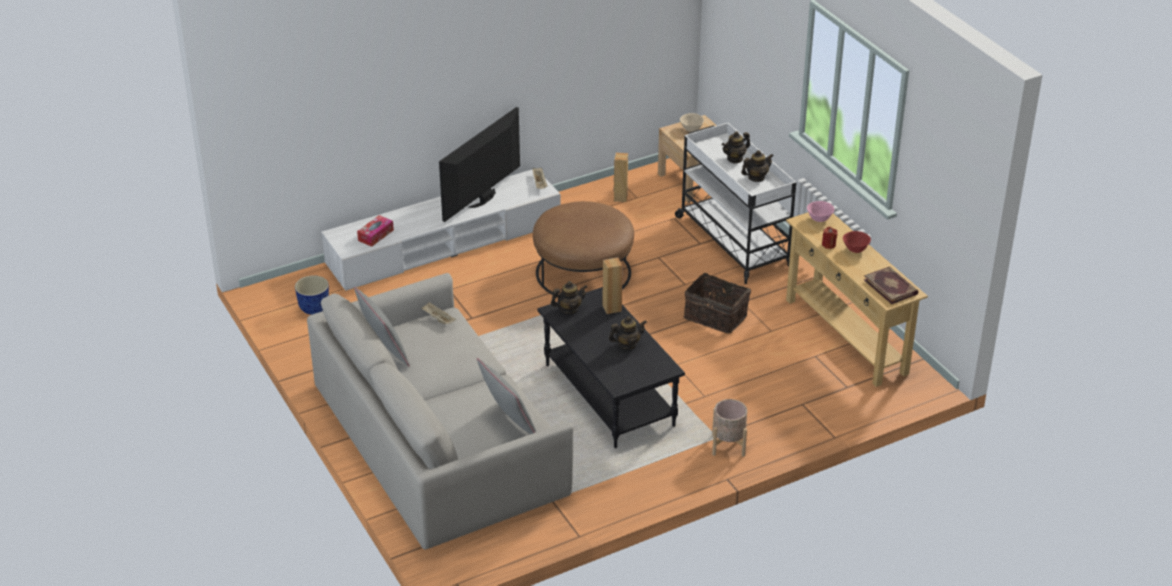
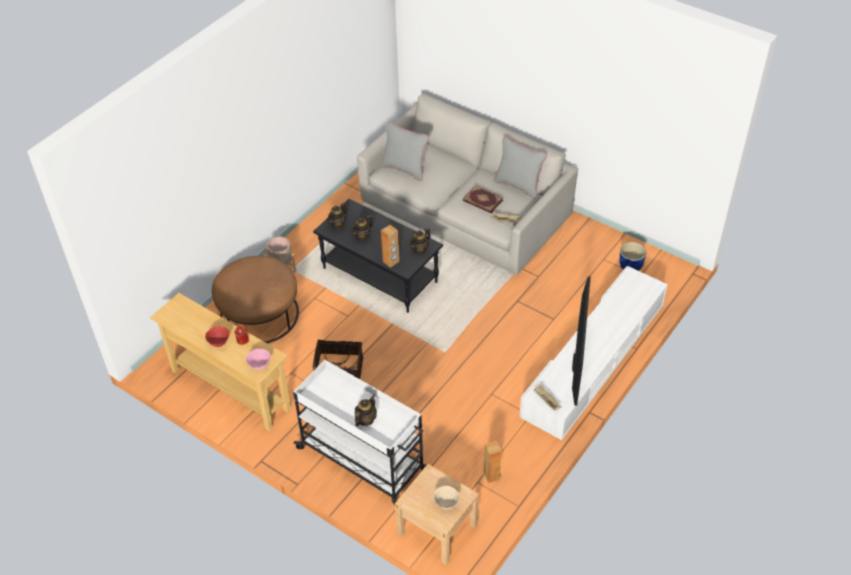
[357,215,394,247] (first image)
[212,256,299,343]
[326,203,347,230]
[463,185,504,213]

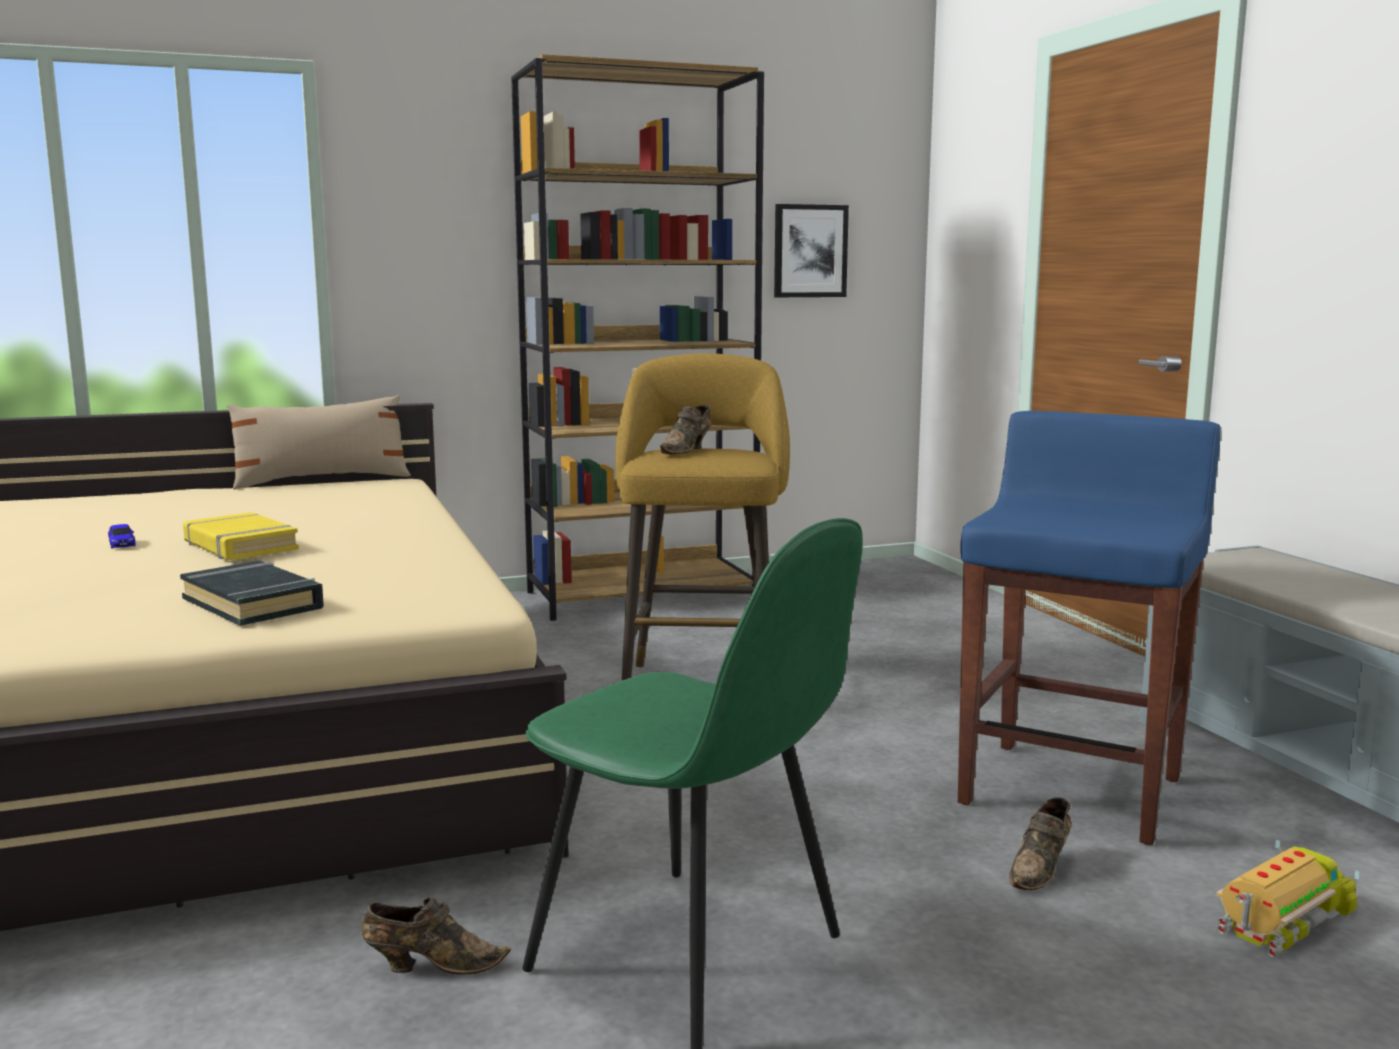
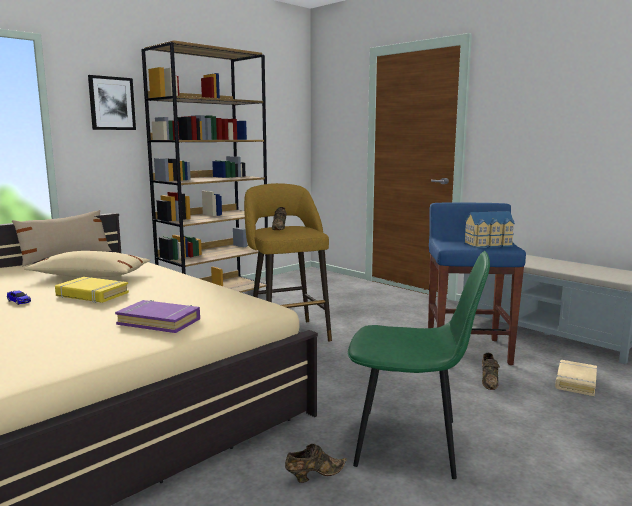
[24,251,150,277]
[464,211,515,248]
[88,75,136,130]
[555,360,597,396]
[115,300,200,333]

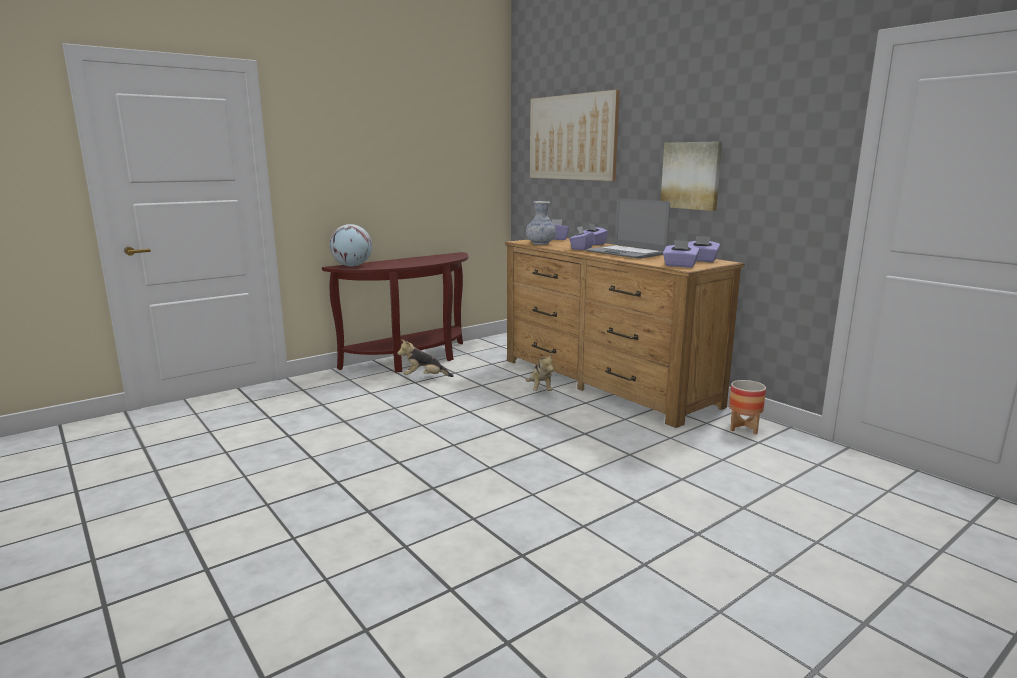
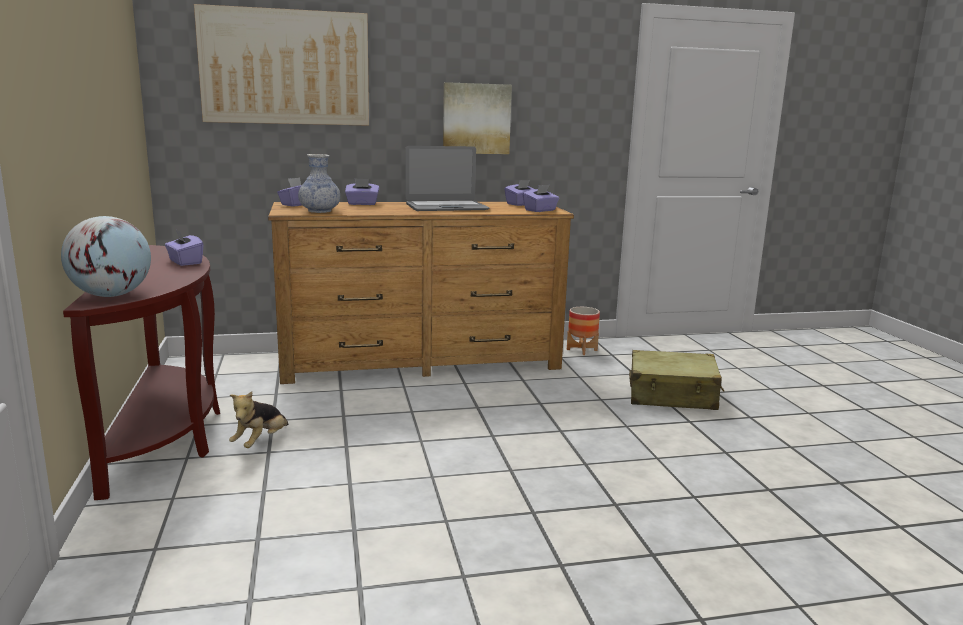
[526,353,554,391] (first image)
[629,350,724,410]
[165,230,203,266]

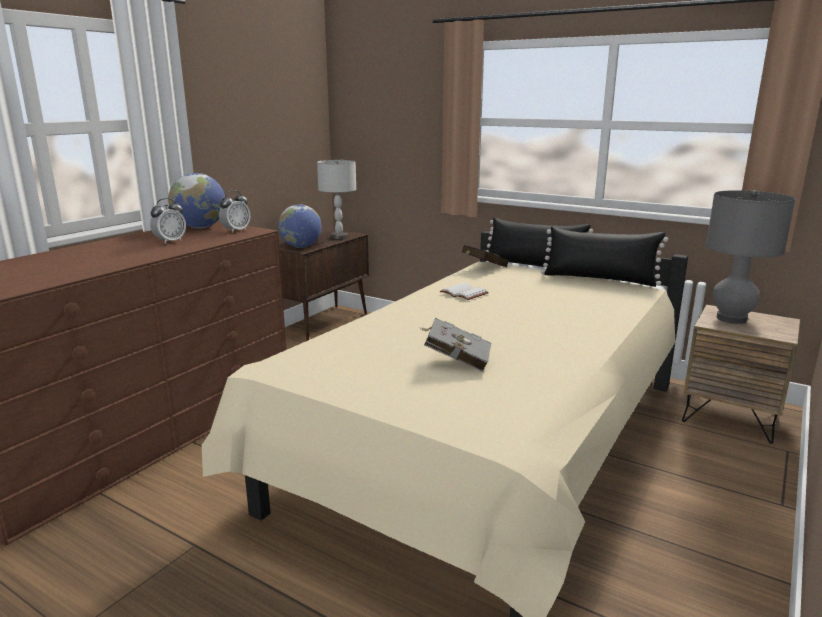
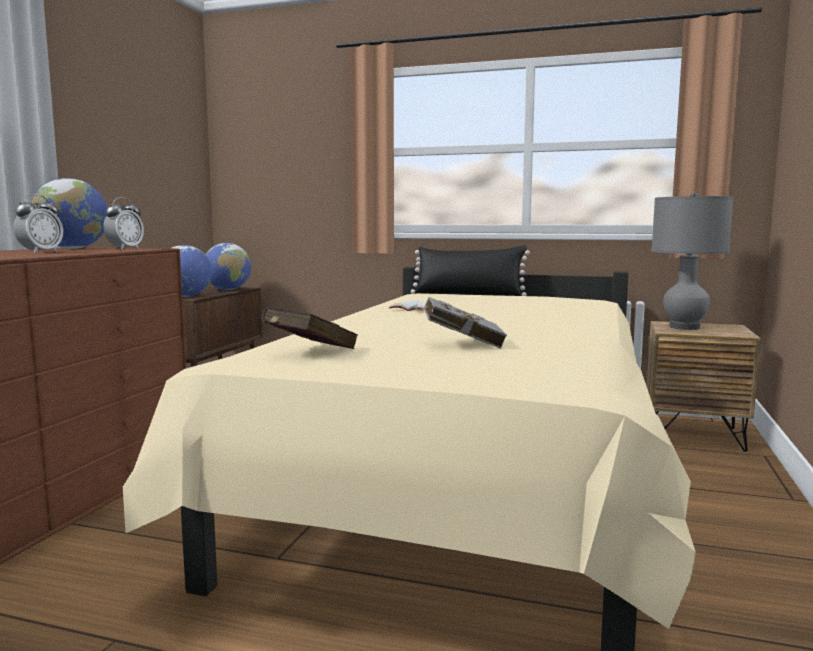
[541,226,668,287] (first image)
[262,307,358,349]
[206,243,251,290]

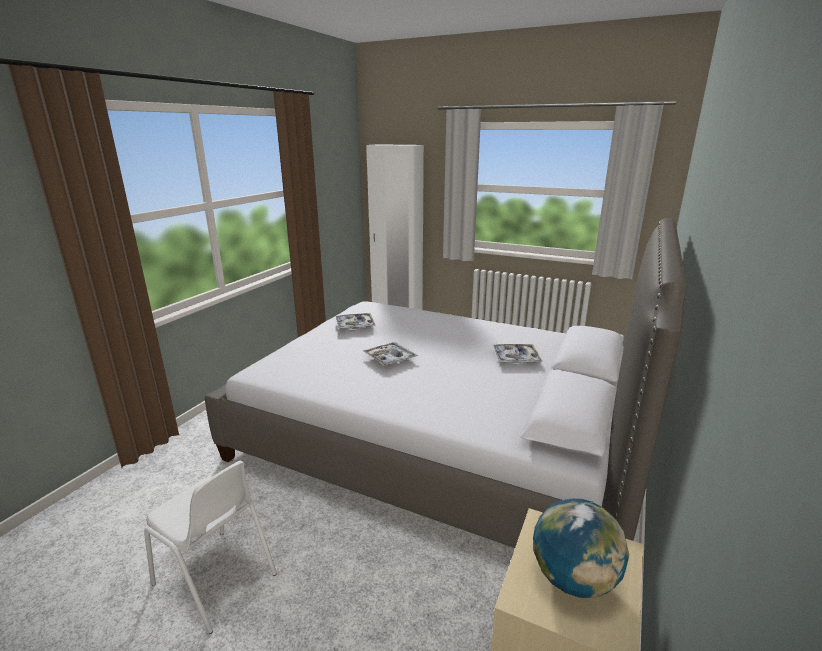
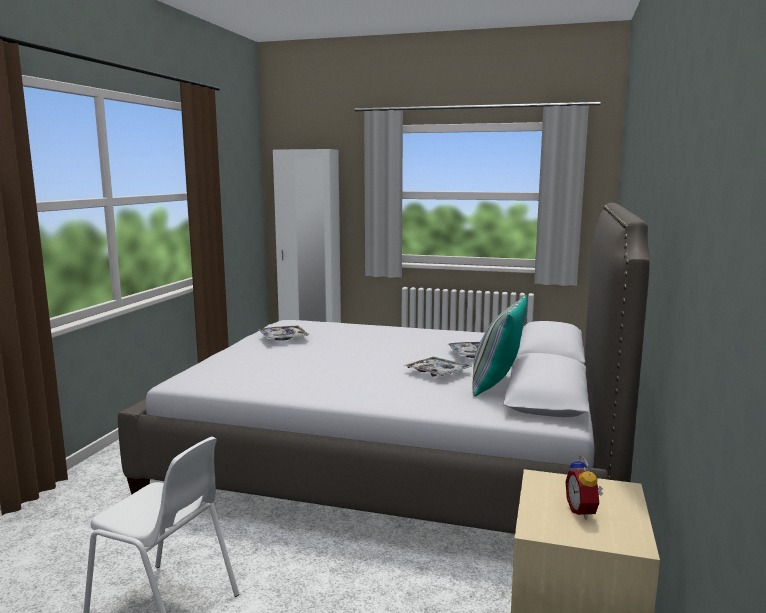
[472,295,527,396]
[404,357,472,377]
[565,456,603,520]

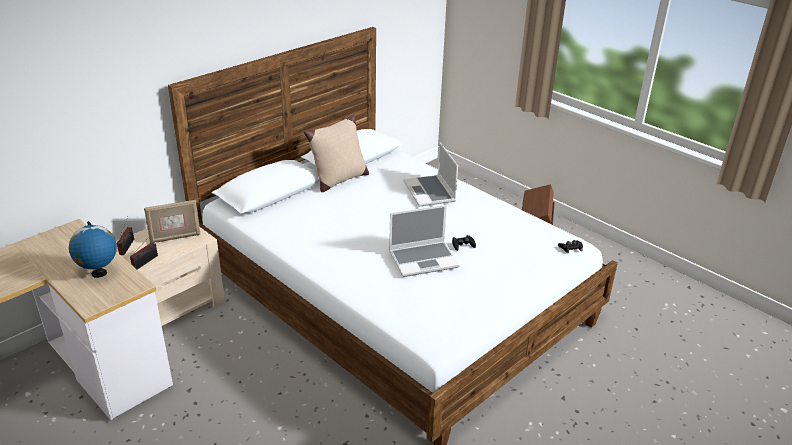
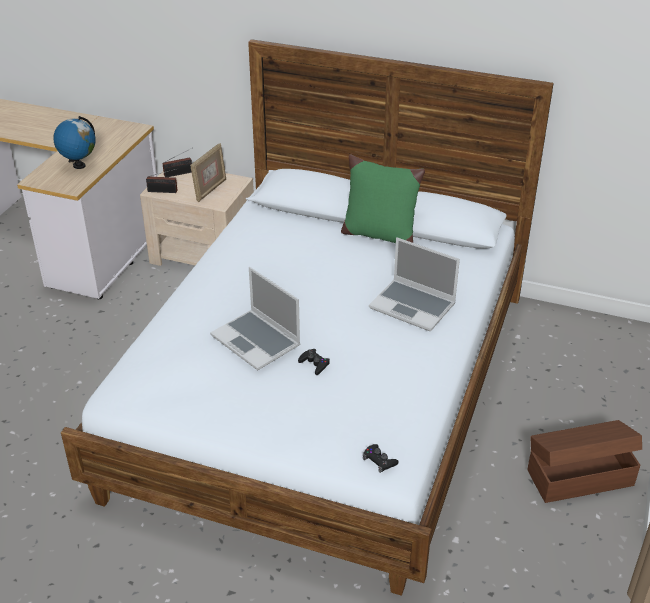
[341,154,425,244]
[190,143,226,202]
[369,237,460,331]

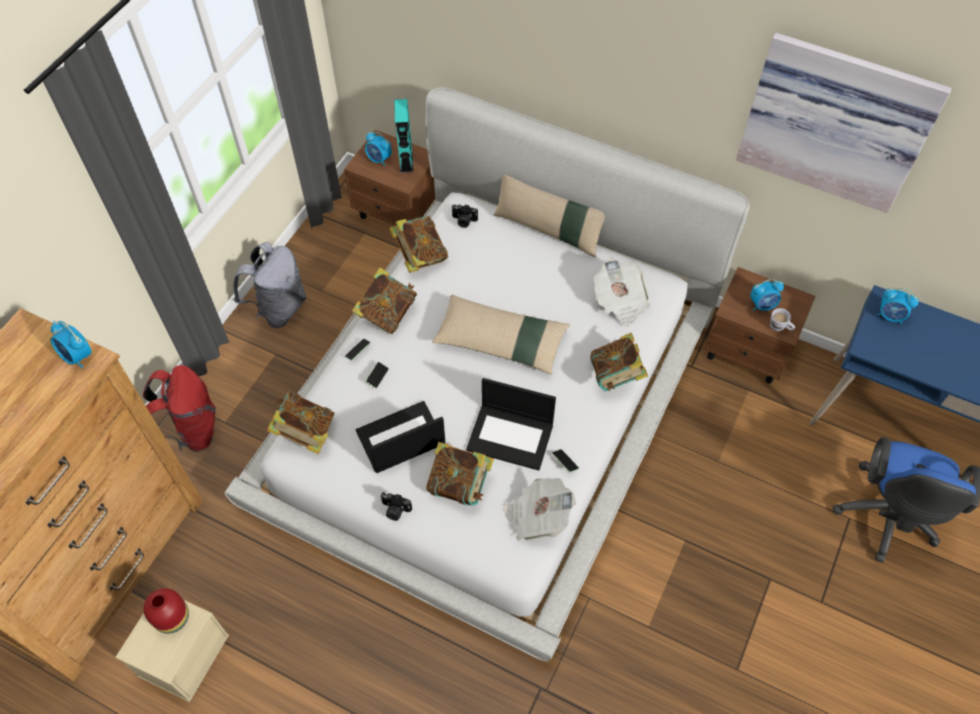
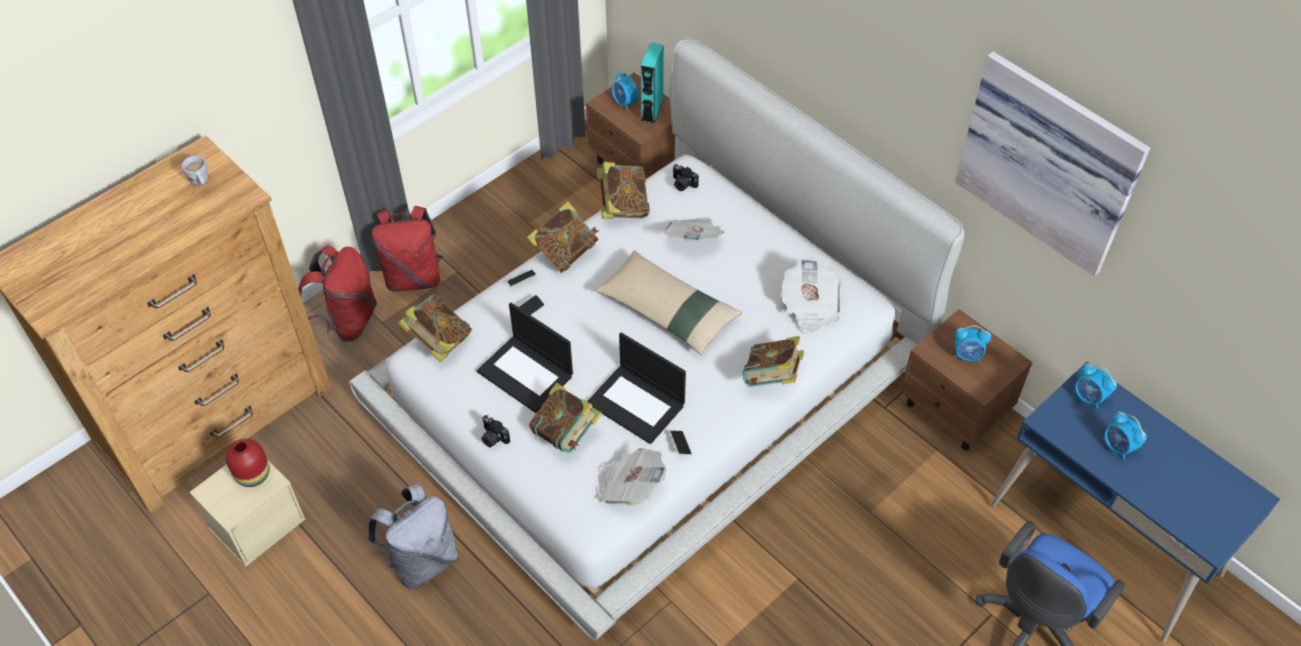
[494,175,605,258] (first image)
[372,206,443,292]
[663,217,725,241]
[1103,411,1147,460]
[368,484,458,589]
[182,156,208,185]
[477,303,573,413]

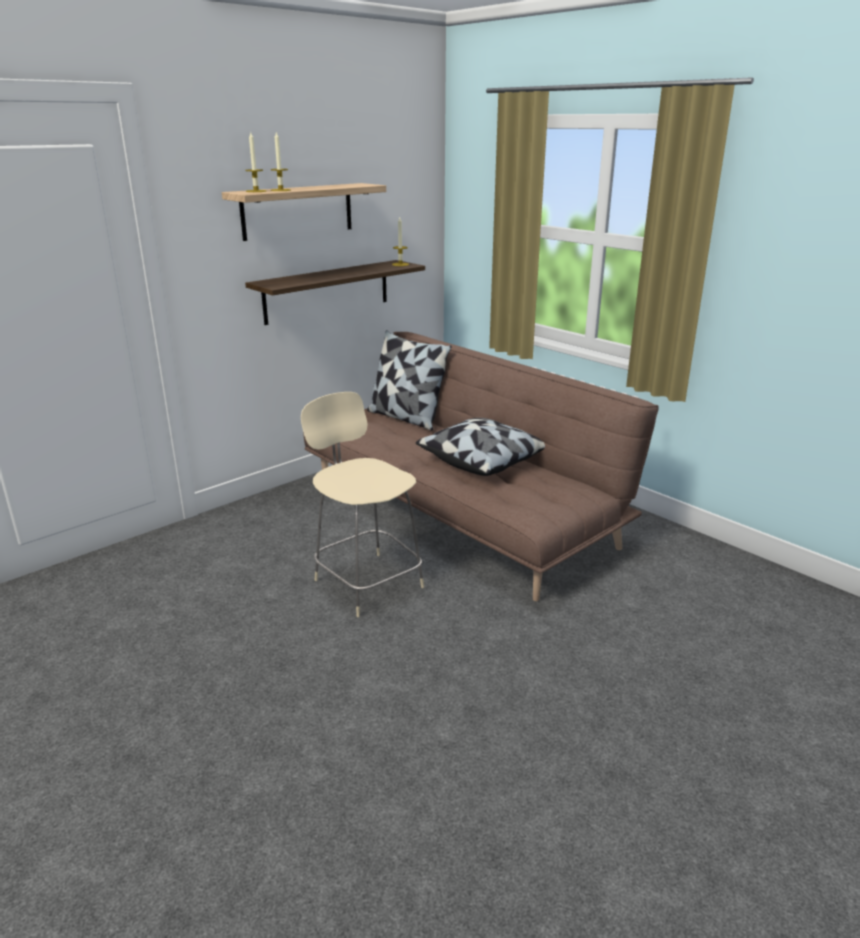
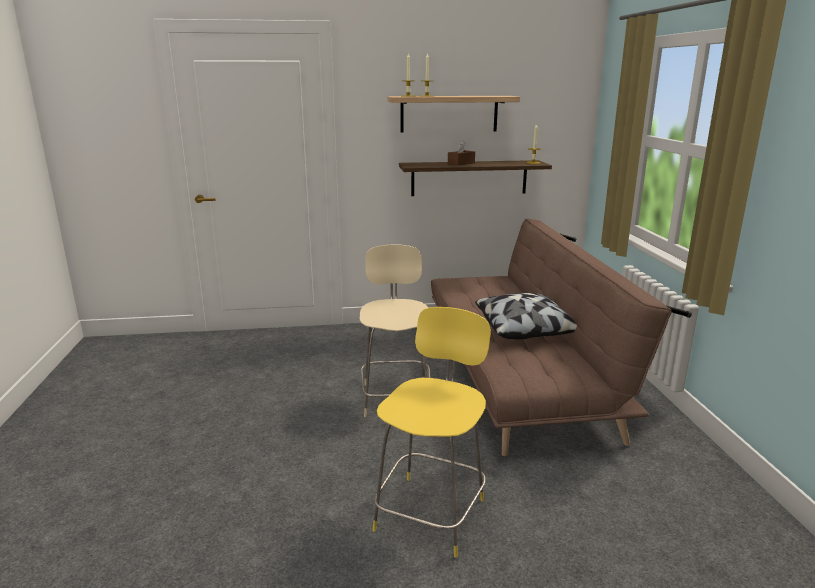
[367,330,452,430] (first image)
[373,307,491,558]
[448,141,475,166]

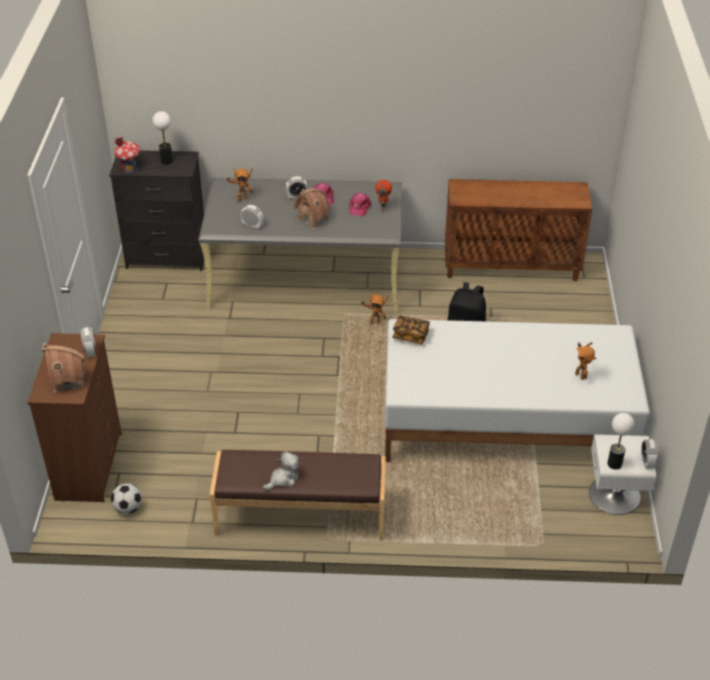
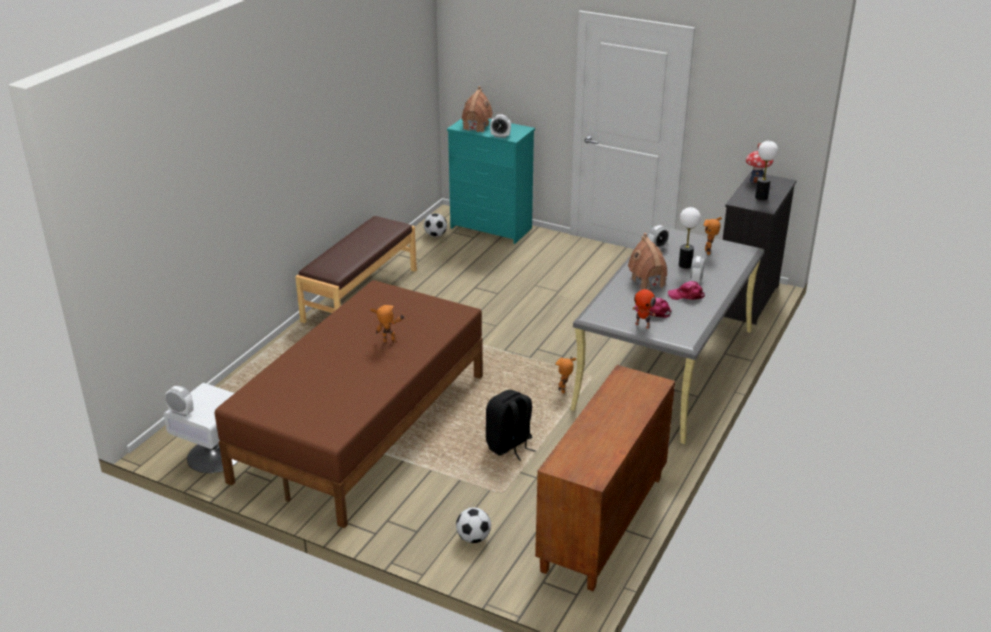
[263,451,299,491] (first image)
[392,316,430,344] (first image)
[456,507,491,543]
[370,305,405,342]
[679,207,701,269]
[447,119,535,244]
[215,280,483,528]

